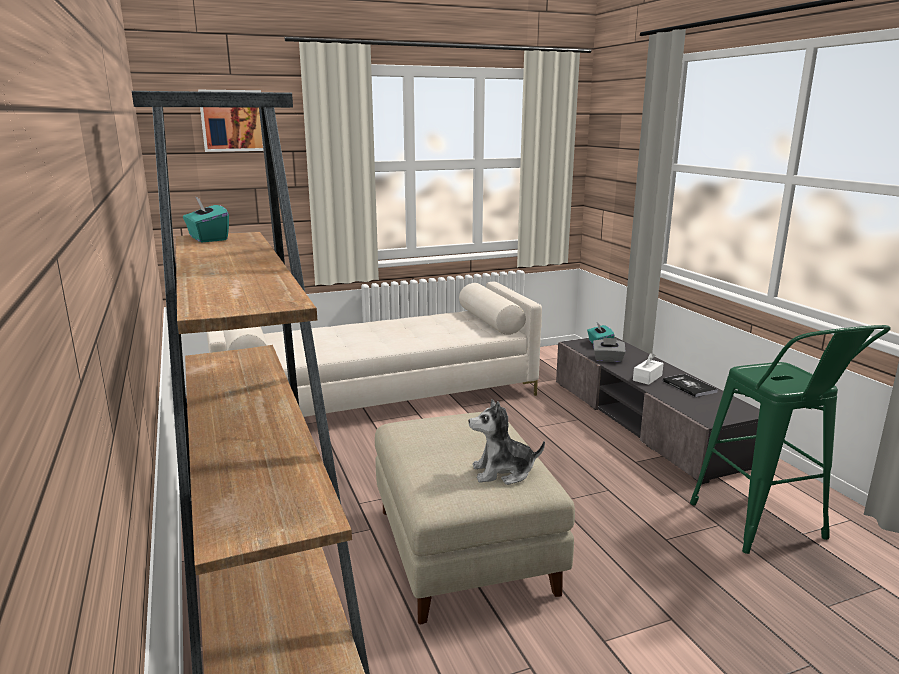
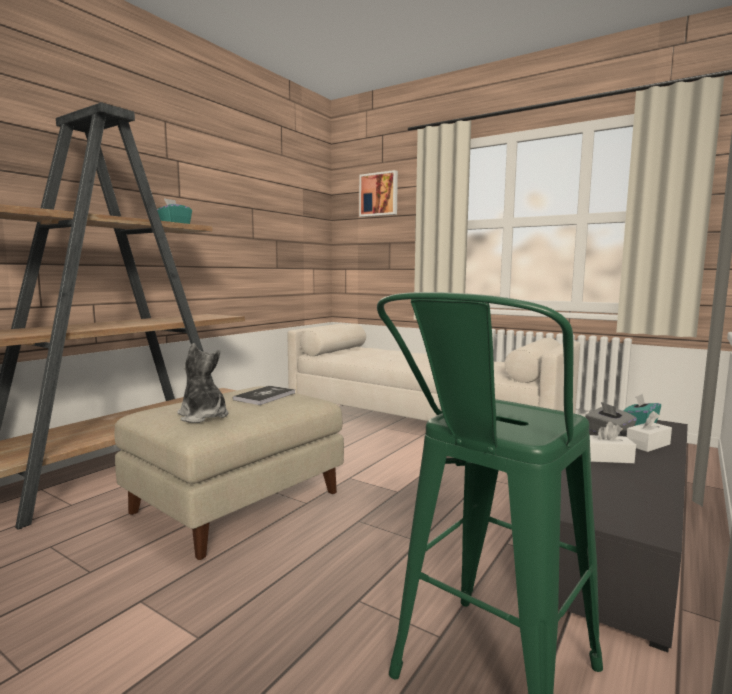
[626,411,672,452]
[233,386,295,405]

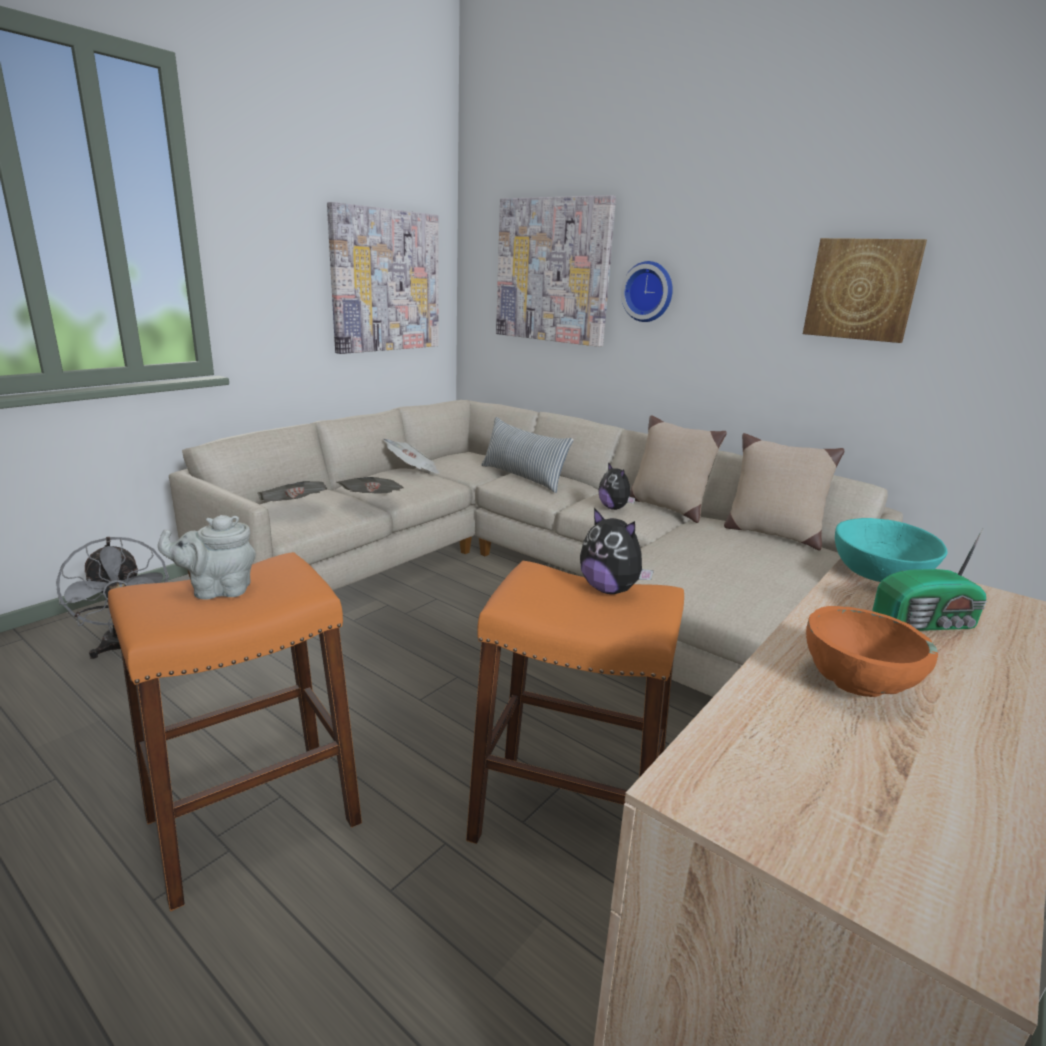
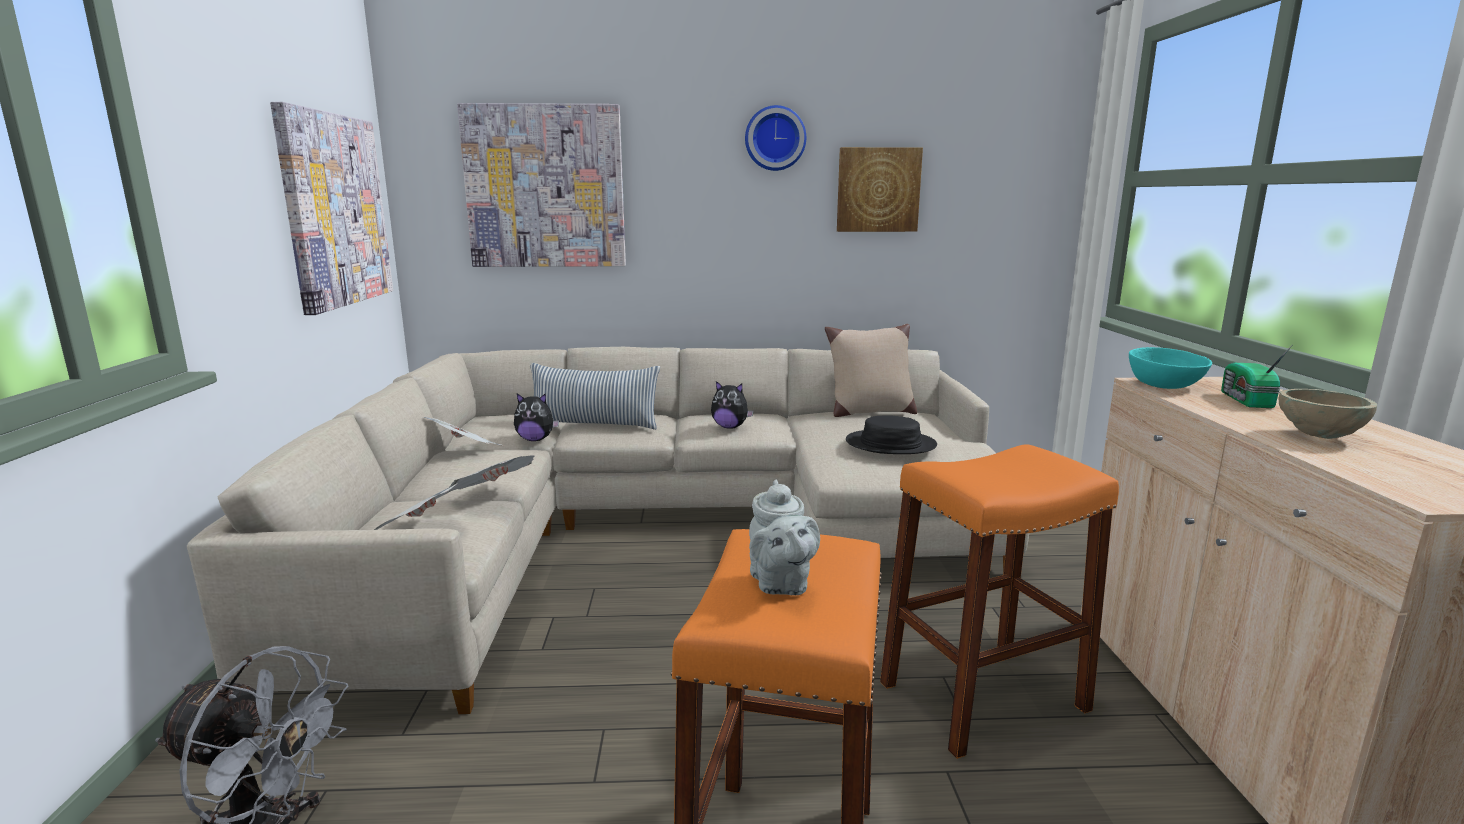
[630,415,727,523] (first image)
[846,416,937,454]
[514,394,559,441]
[745,105,806,171]
[1279,389,1377,439]
[749,480,820,595]
[1221,346,1292,408]

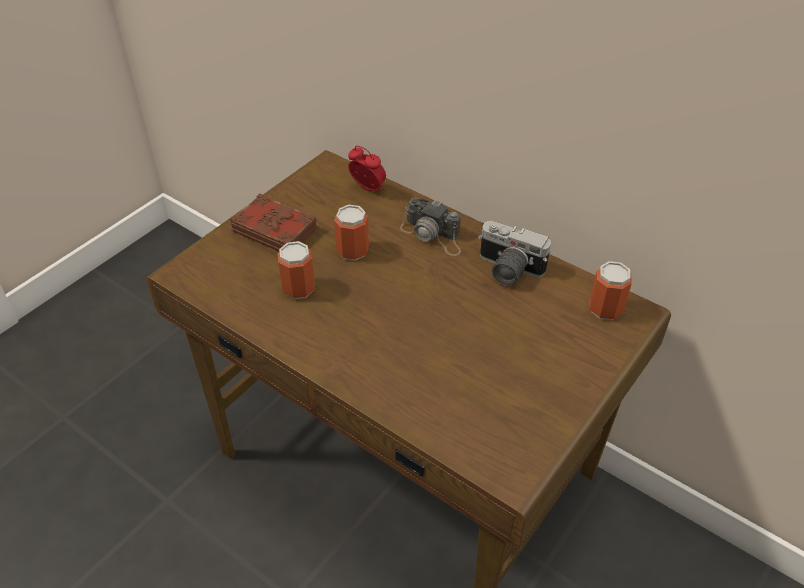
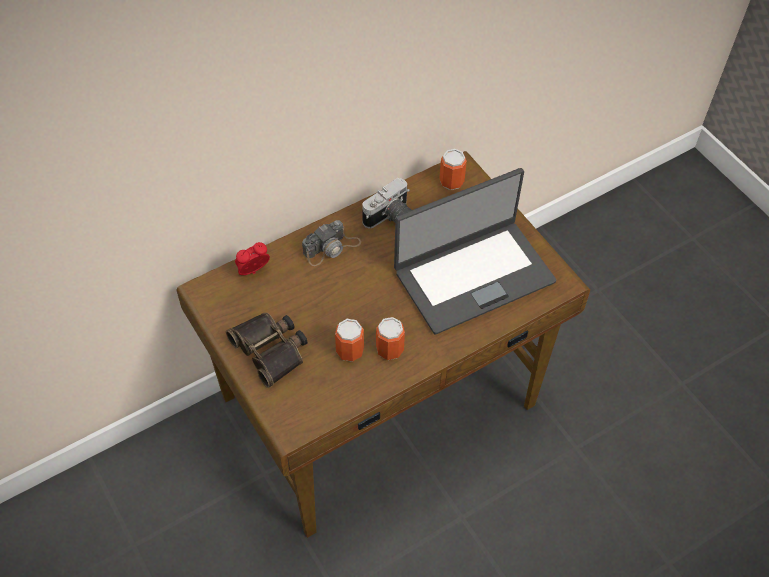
[394,168,556,334]
[376,317,405,360]
[226,313,308,388]

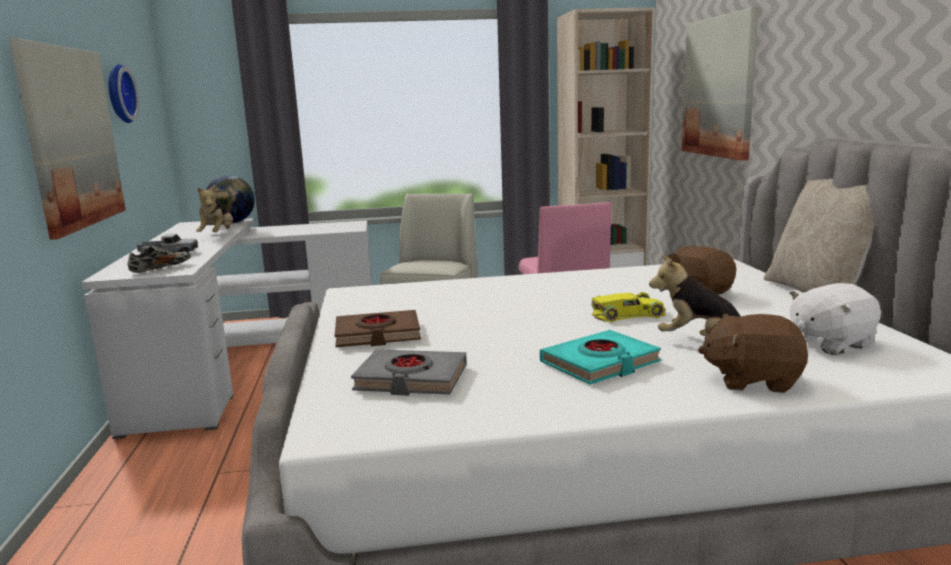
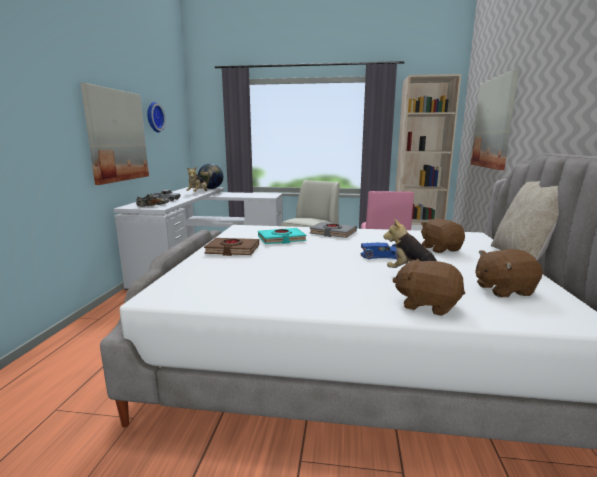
[309,222,357,238]
[258,228,307,244]
[360,243,399,260]
[476,249,543,297]

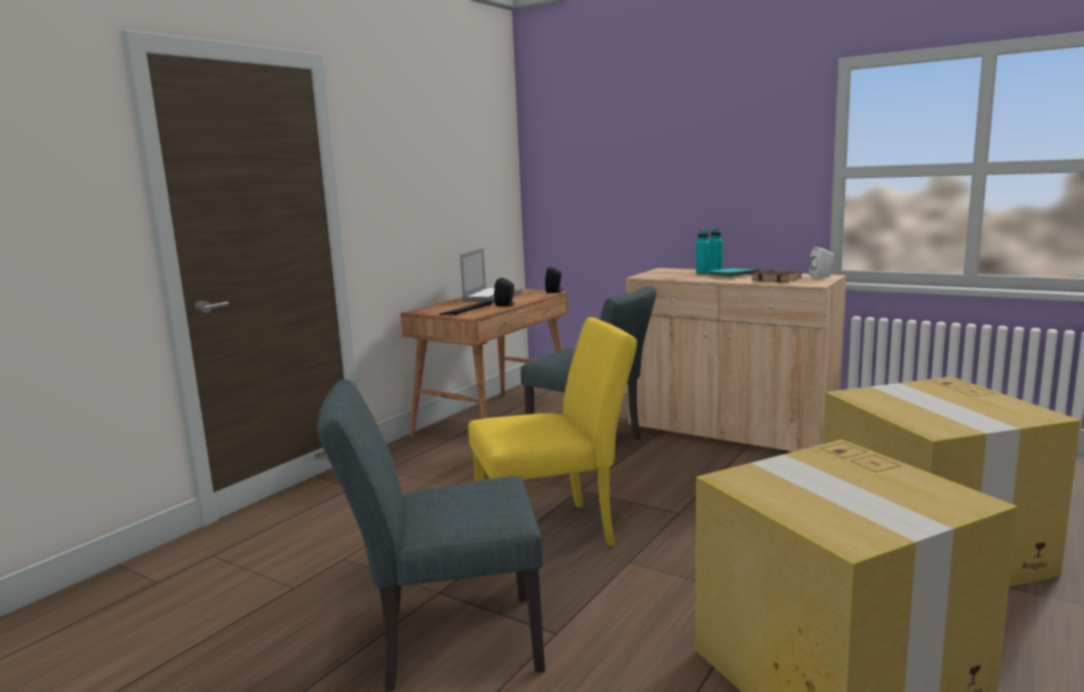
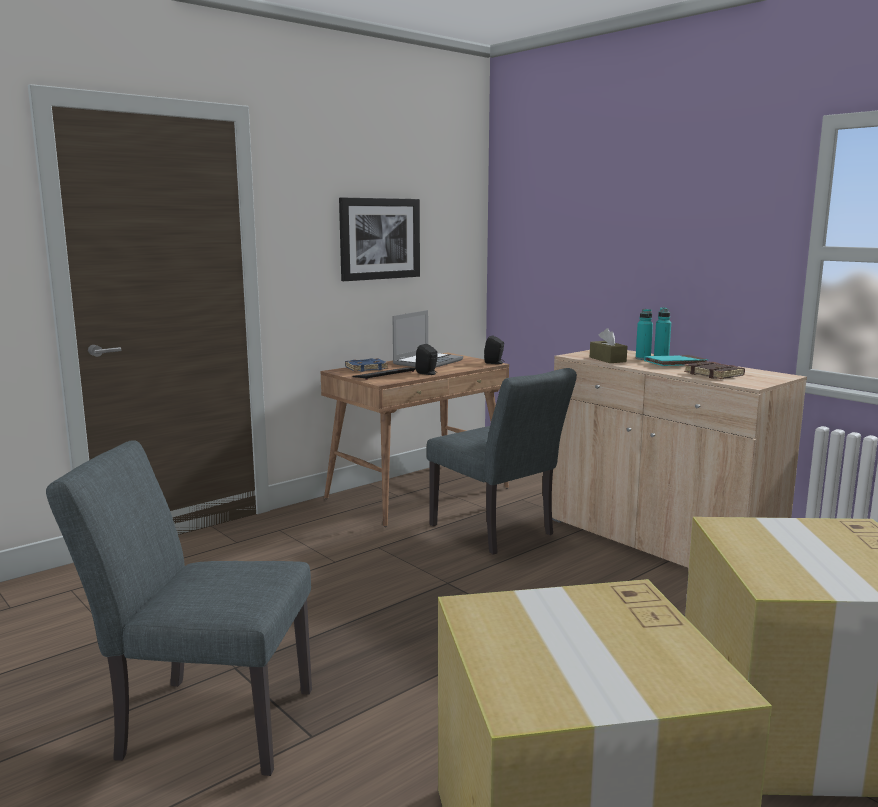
[468,317,637,546] (first image)
[809,247,834,278] (first image)
[339,198,420,281]
[345,358,388,372]
[590,328,628,363]

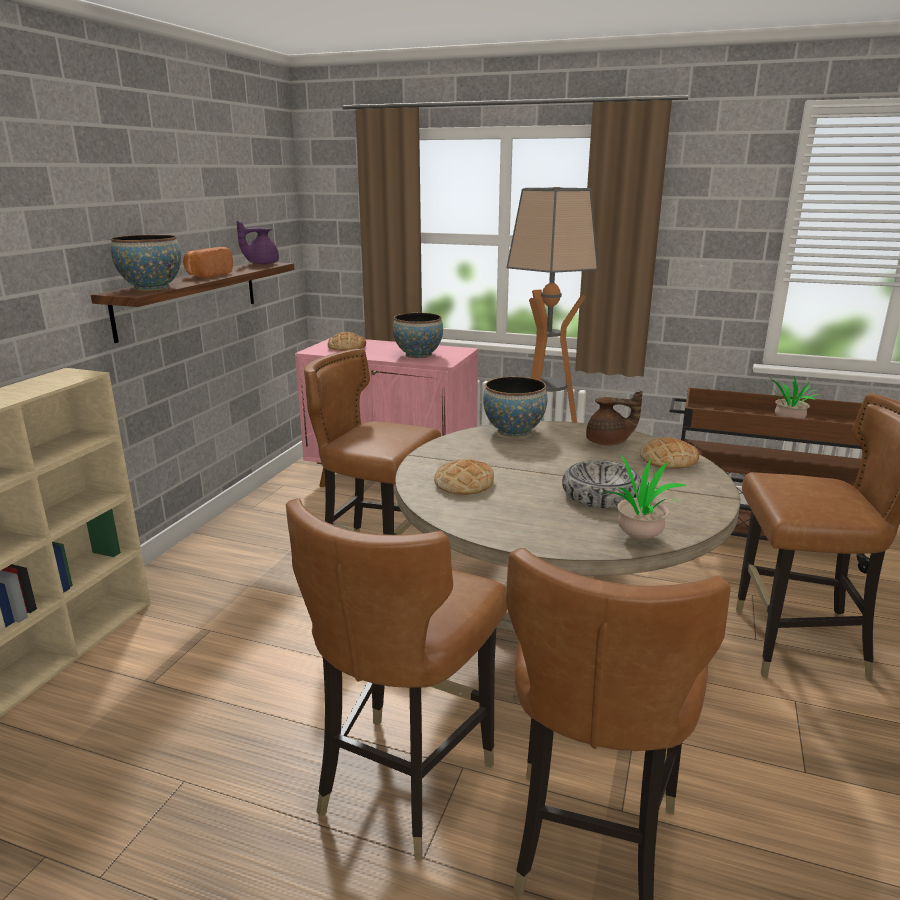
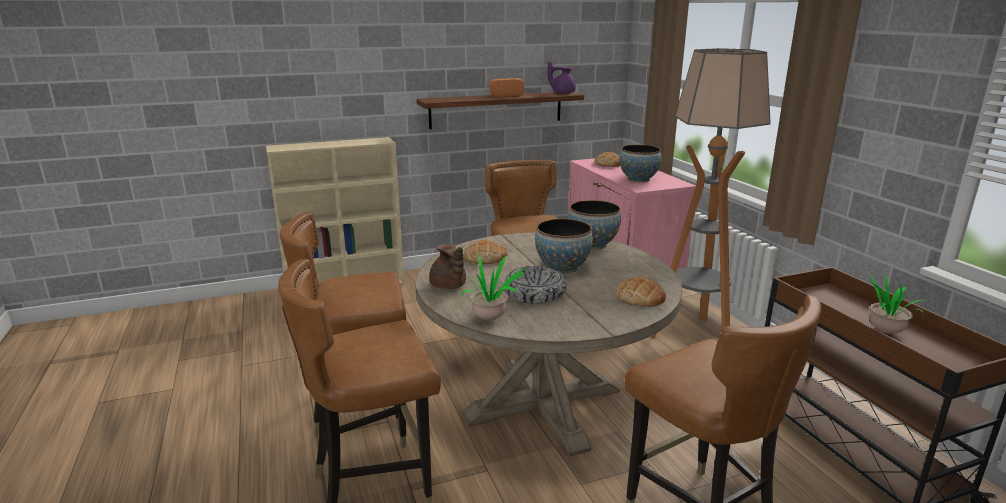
[535,219,593,274]
[429,244,466,290]

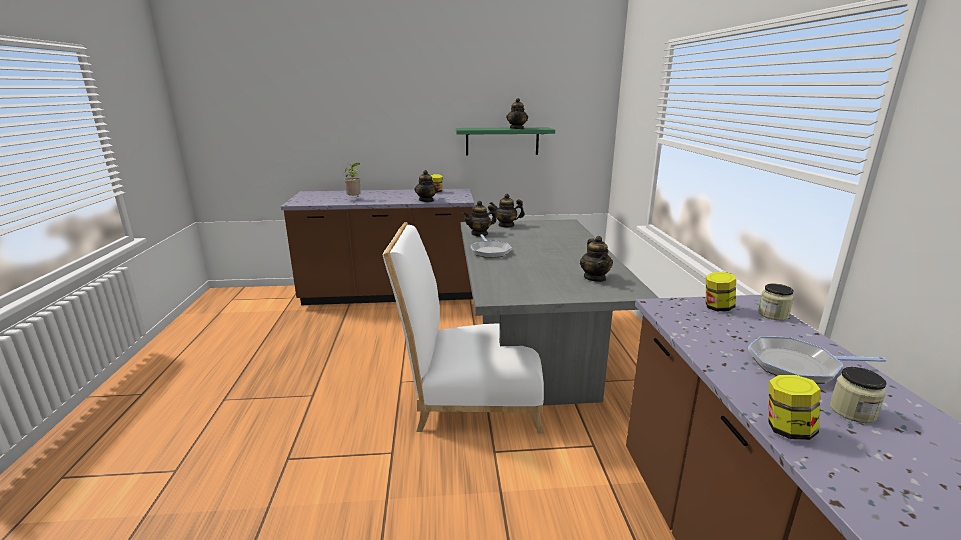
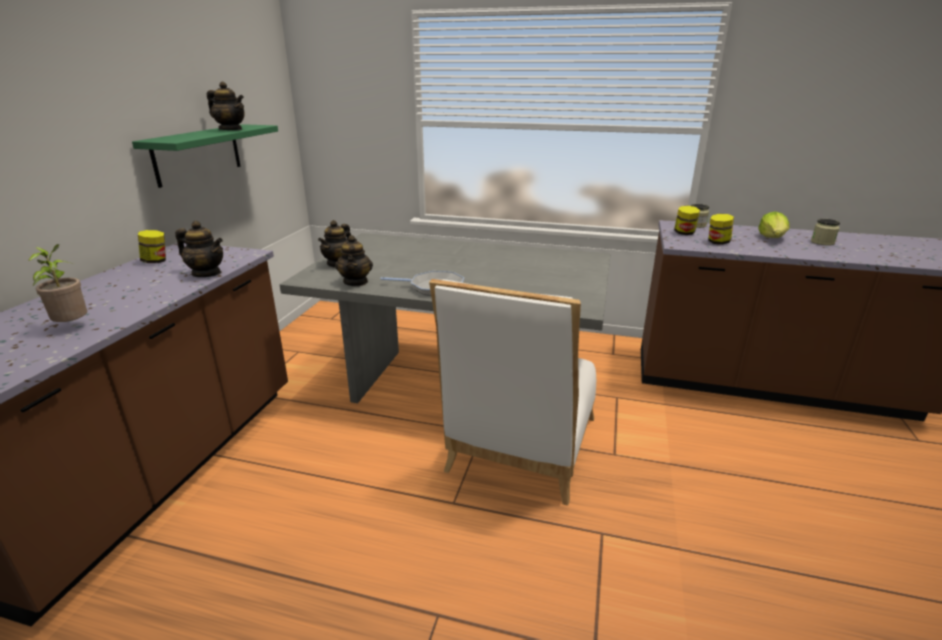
[580,236,613,282] (first image)
[708,214,734,245]
[758,211,789,238]

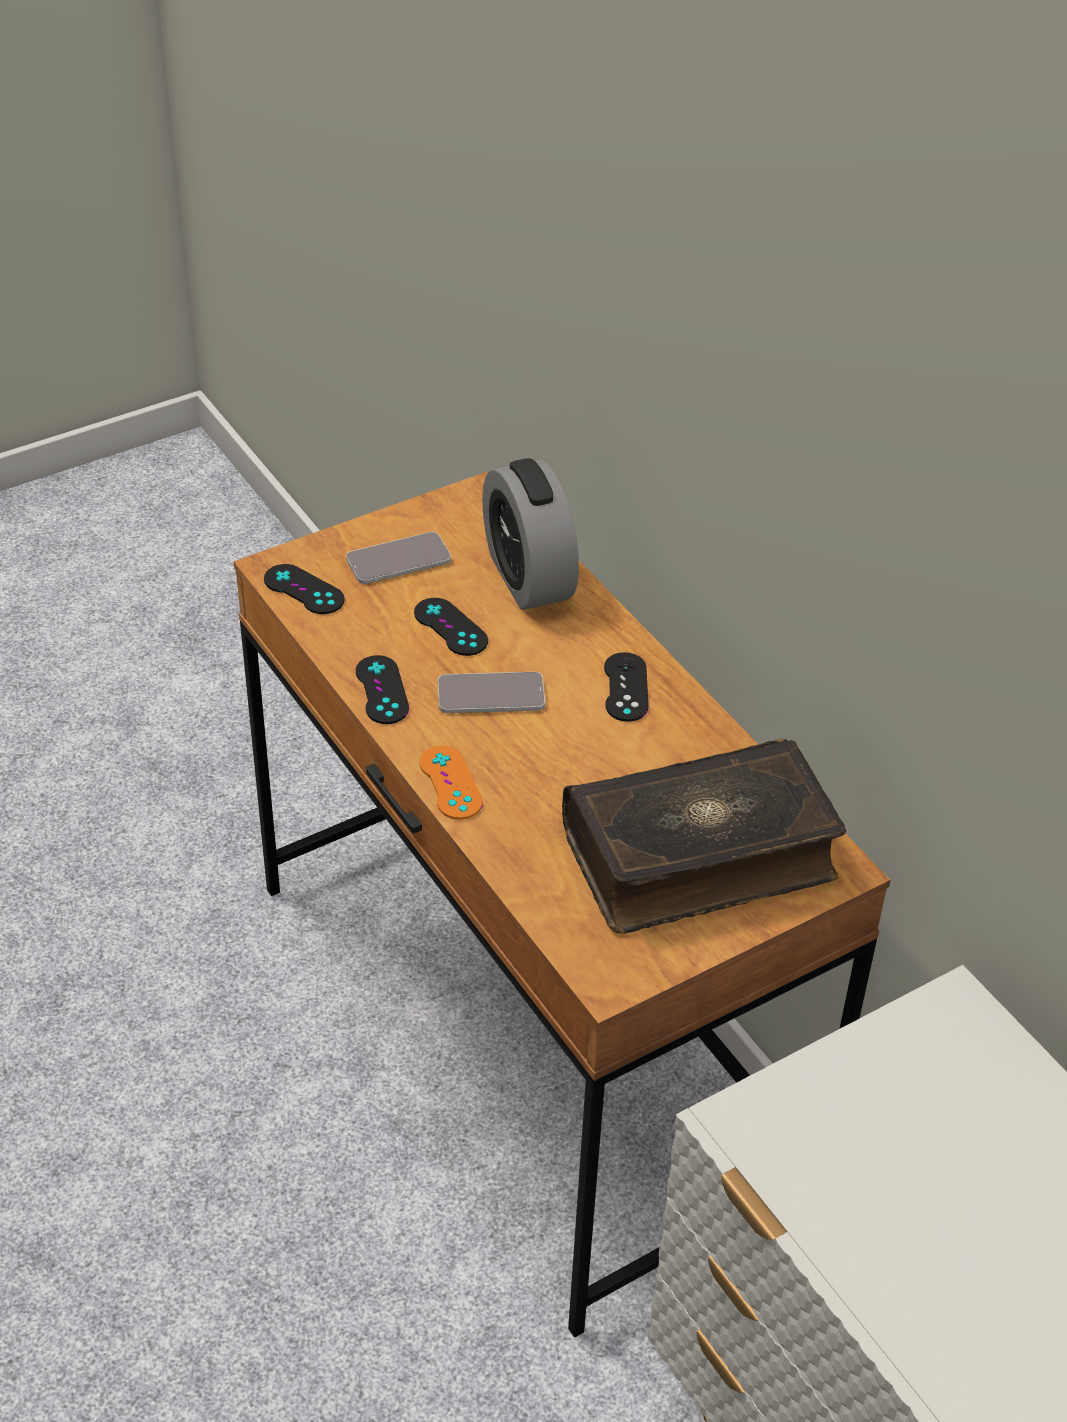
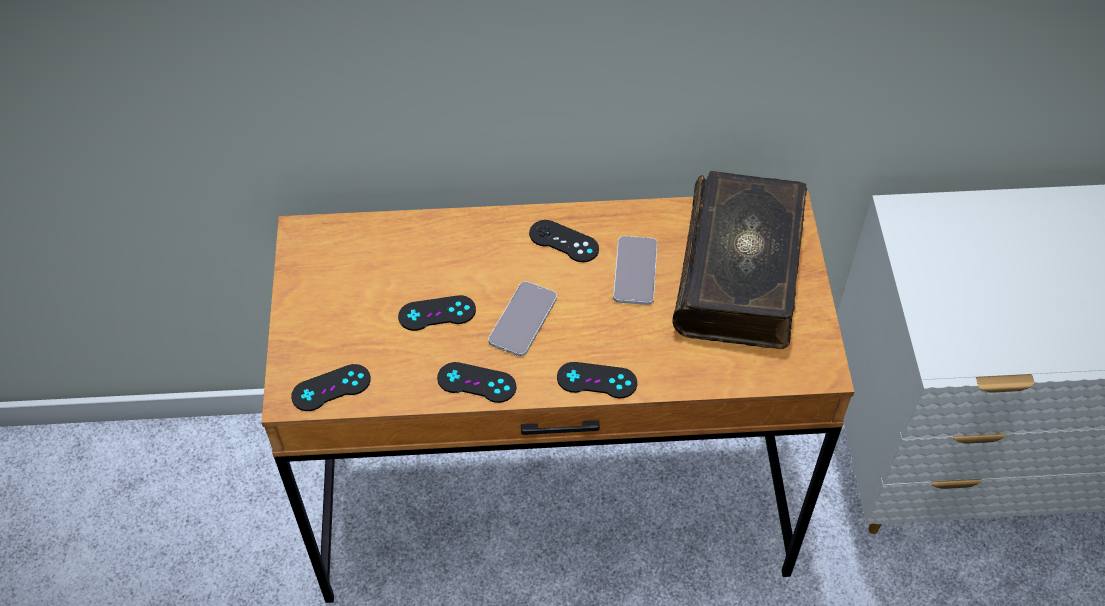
[482,458,579,610] (first image)
[613,236,657,305]
[557,362,637,398]

